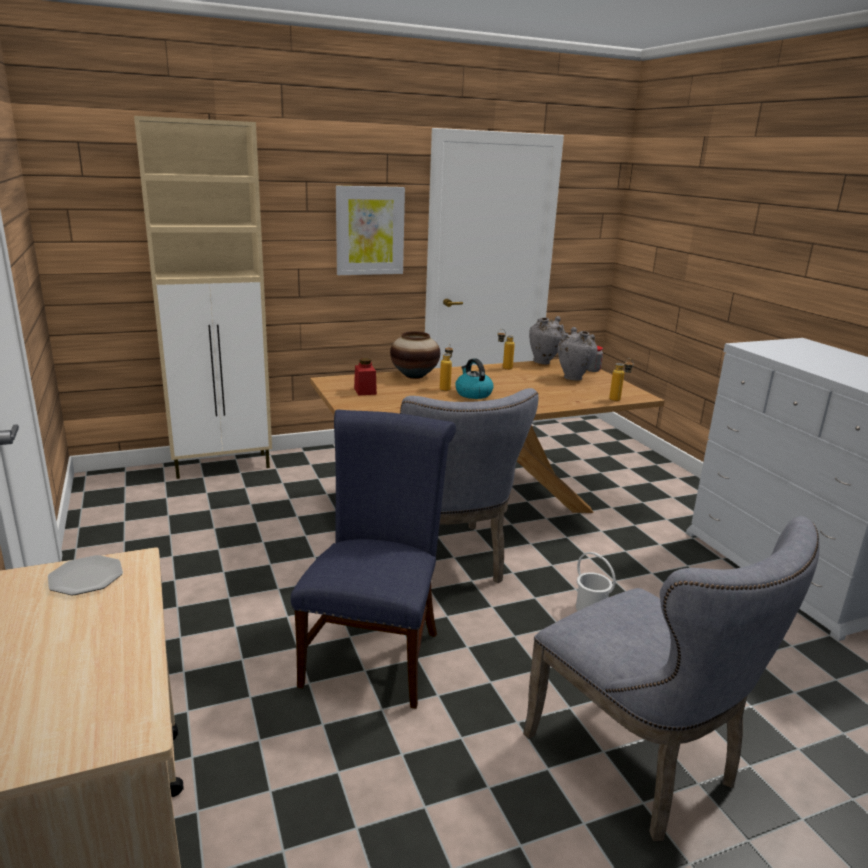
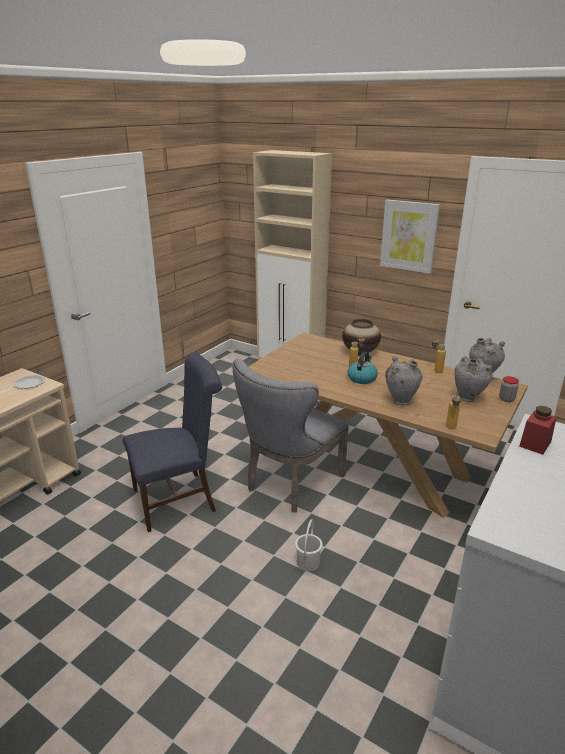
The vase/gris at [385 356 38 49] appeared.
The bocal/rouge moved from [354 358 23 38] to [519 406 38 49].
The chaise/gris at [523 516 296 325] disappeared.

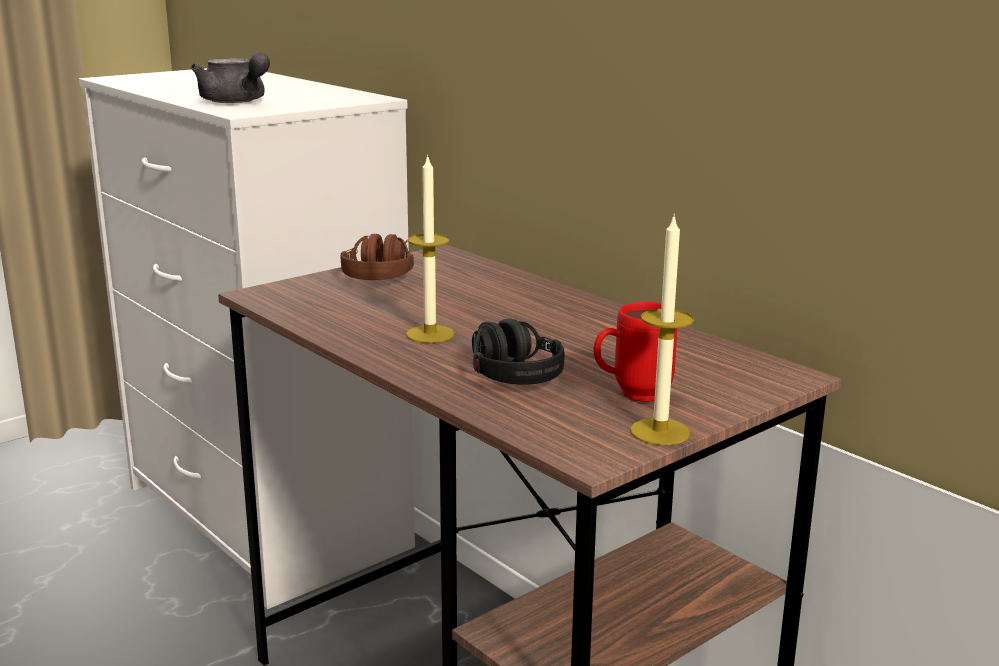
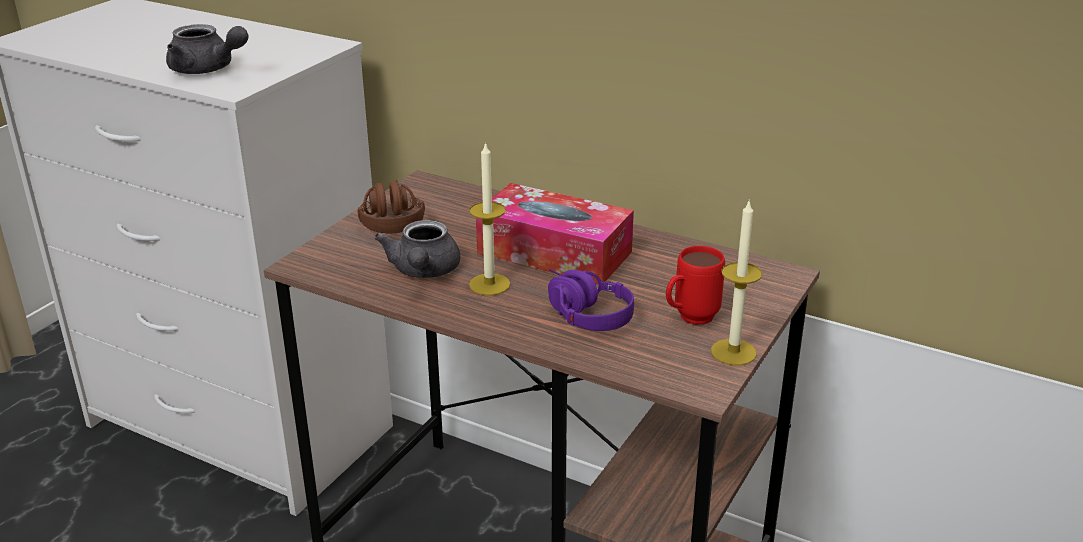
The théière/gris at [374 220 86 58] appeared.
The boîte à mouchoirs at [476 183 158 101] appeared.
The casque audio/noir at [472 319 93 66] became the casque audio/violet at [548 269 86 62].

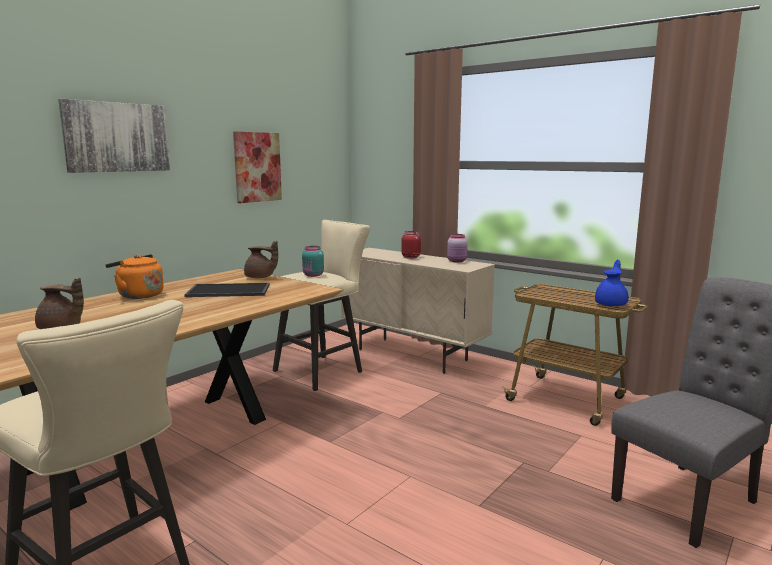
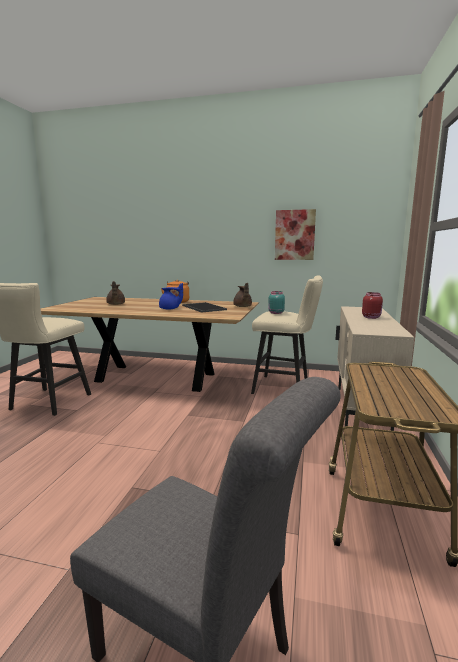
The théière/bleu moved from [595 260 34 46] to [159 283 24 26].
The tableau at [58 99 112 74] disappeared.
The bocal/rose at [447 234 21 29] disappeared.

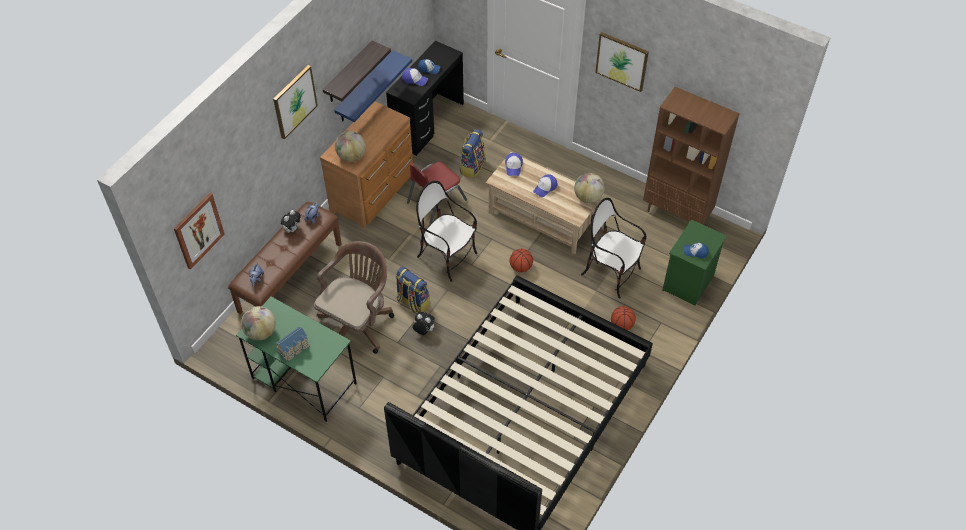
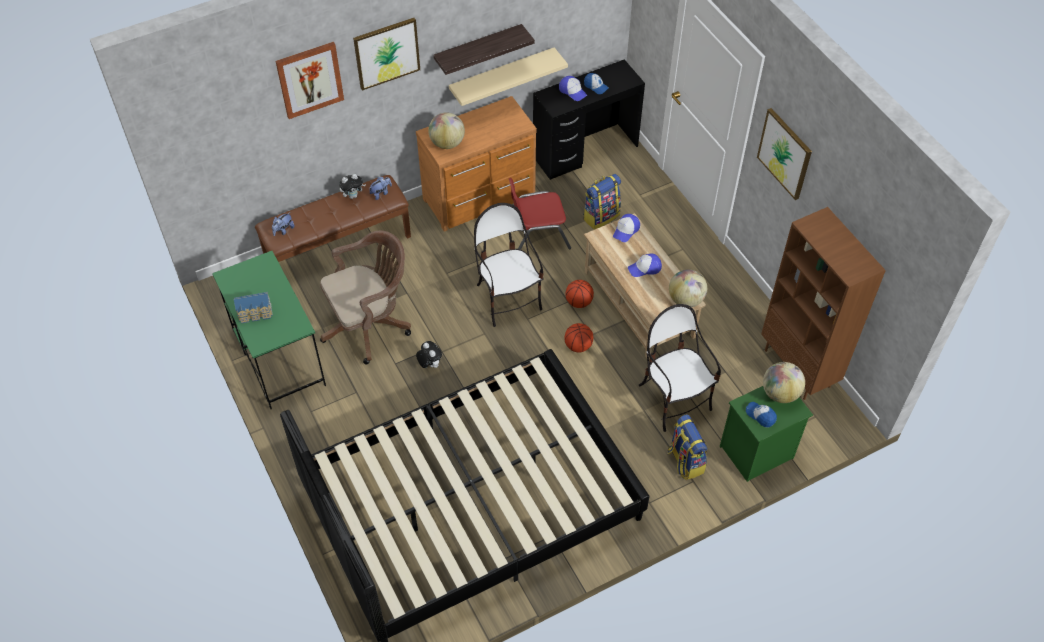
The tableau moved from [174 193 51 76] to [275 42 69 77].
The étagère/bleu at [334 50 78 72] became the étagère/beige at [449 47 119 59].
The ballon de basket moved from [611 306 25 24] to [566 280 28 28].
The sac à dos moved from [396 267 34 47] to [668 414 39 66].
The globe moved from [241 306 35 35] to [763 362 42 41].

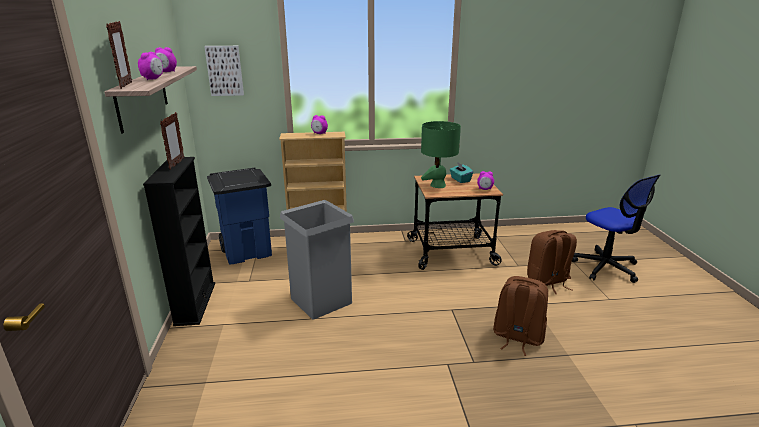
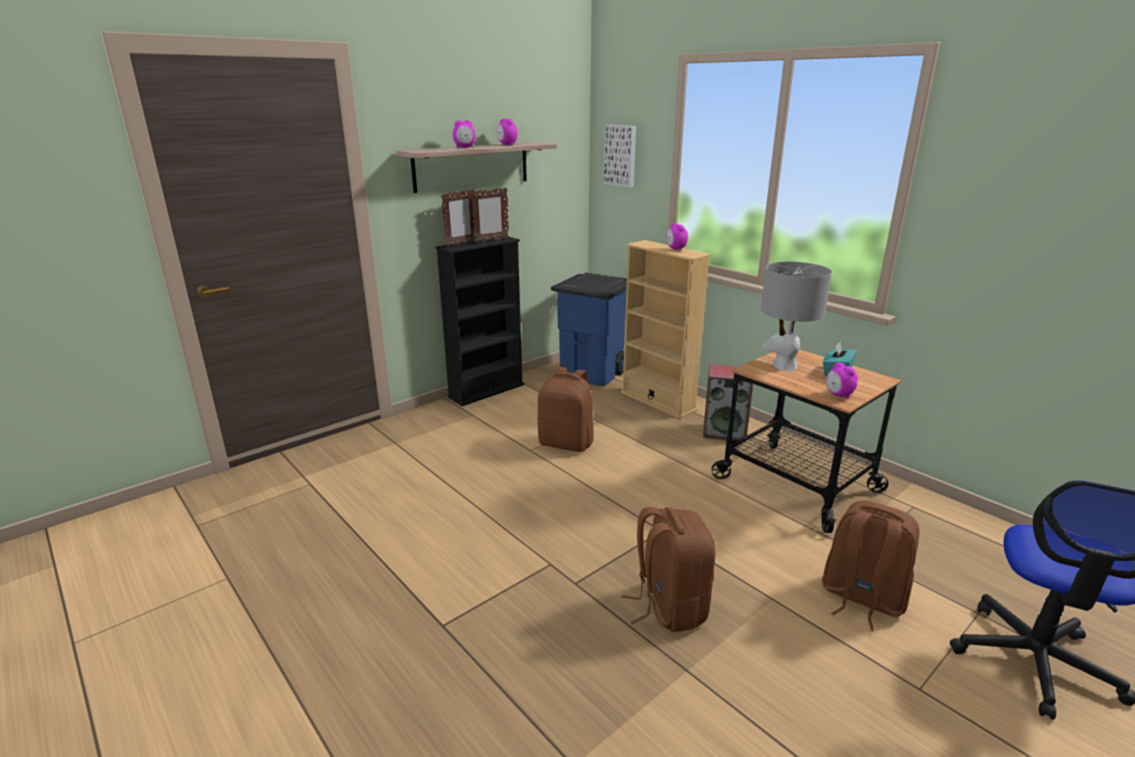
The cadre photo moved from [106 21 26 68] to [441 189 36 58].
The poubelle/gris at [280 200 74 120] was replaced by the sac à dos/marron at [537 367 57 85].
The enceinte at [703 364 50 78] appeared.
The lampe de table/vert at [421 121 40 67] became the lampe de table/gris at [761 261 71 110].

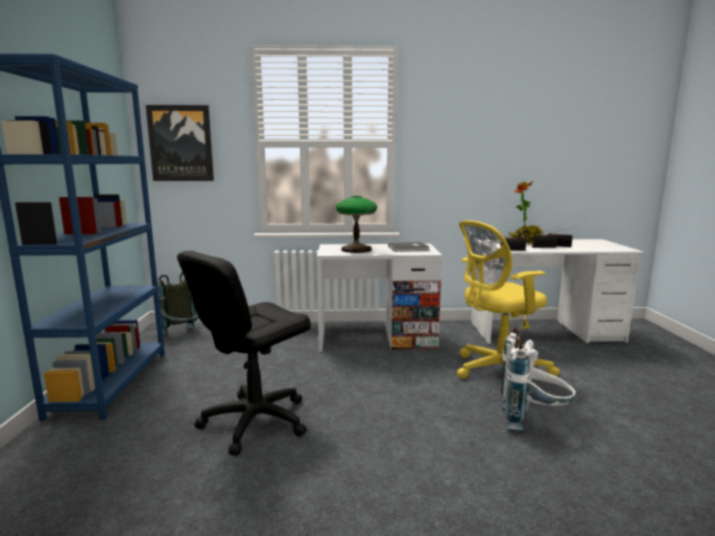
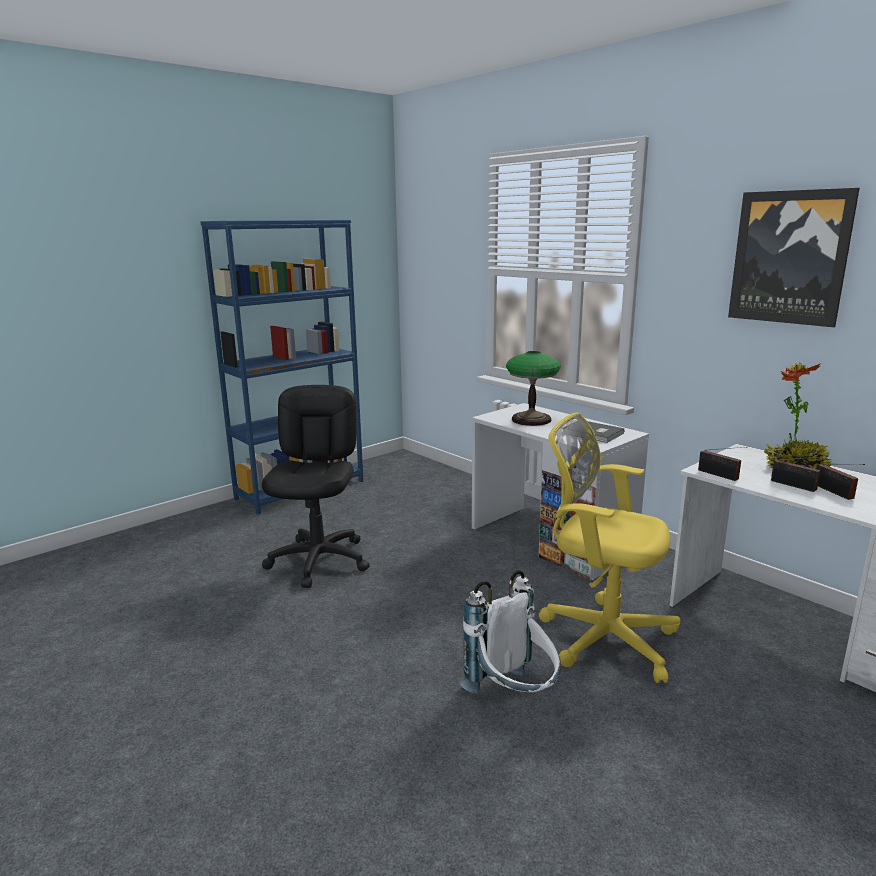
The chaise de bureau/noir at [177 251 134 204] turned 90 degrees clockwise.
The tableau moved from [146 105 68 76] to [728 188 132 139].
The sac à dos/gris at [156 272 43 63] disappeared.

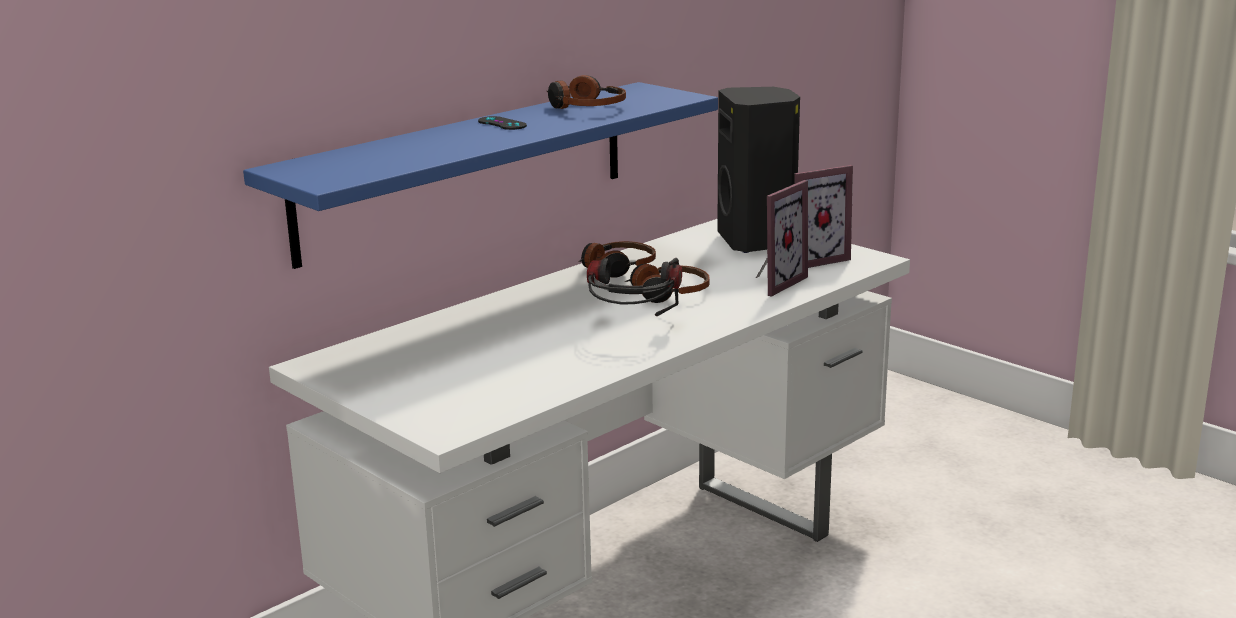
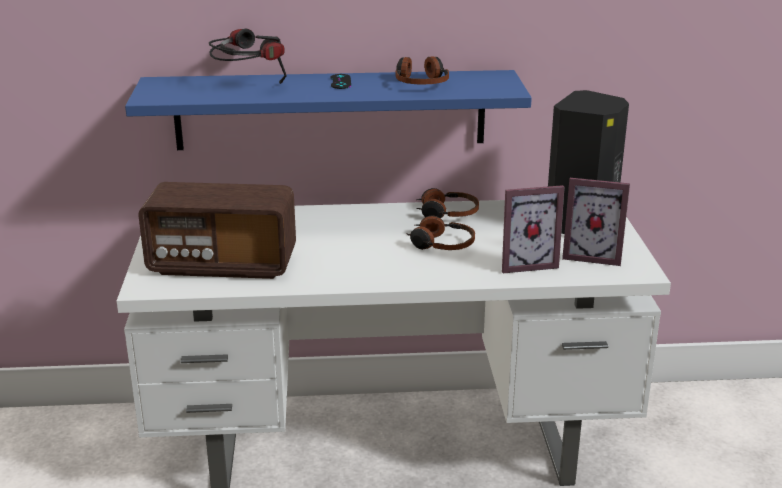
The radio at [138 182 158 97] appeared.
The casque audio moved from [587 258 95 58] to [209 29 78 55].

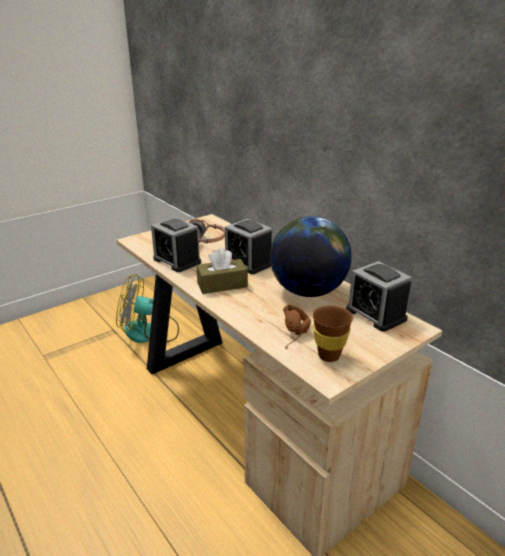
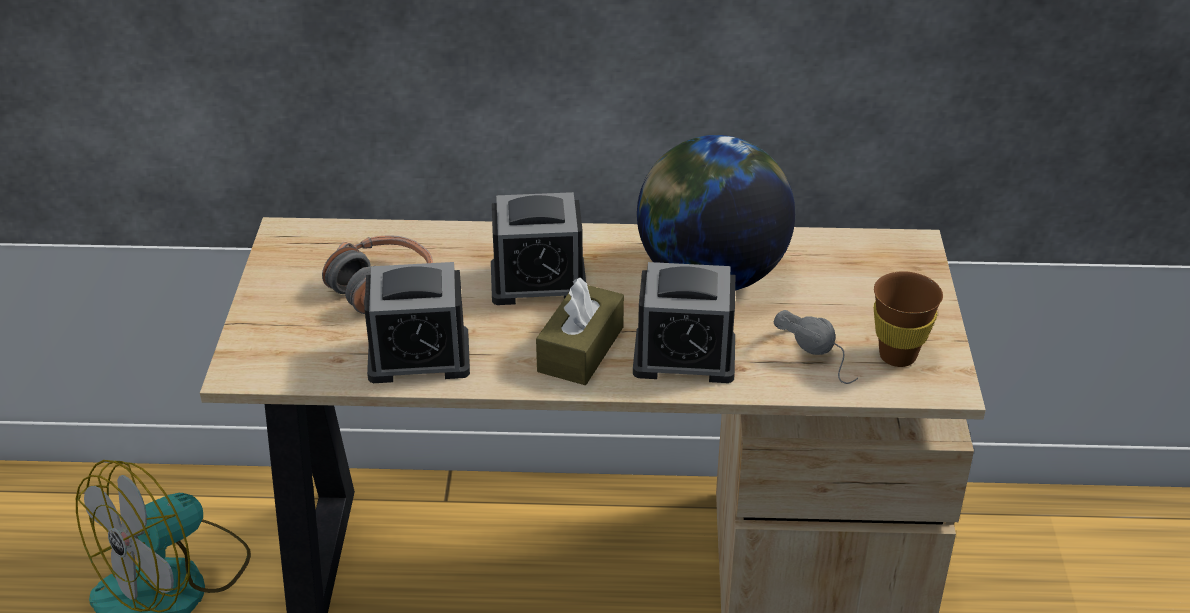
The réveil moved from [346 261 66 71] to [633 262 102 121].
The casque audio/marron at [283 305 28 44] became the casque audio/gris at [774 310 84 74].

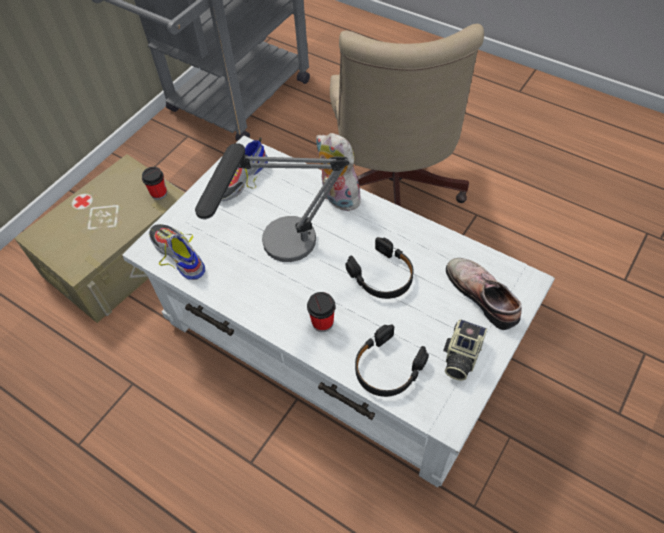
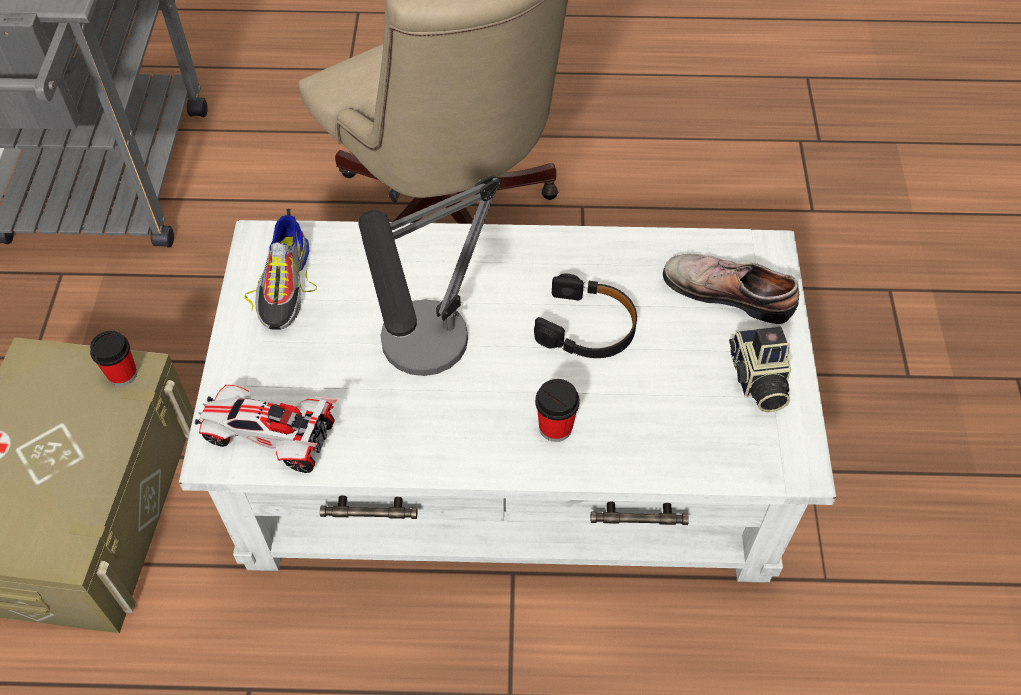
The chaussure at [149 224 56 56] was replaced by the petite voiture at [195 385 143 88].
The peluche at [316 133 45 78] disappeared.
The casque audio/noir at [355 324 74 73] disappeared.

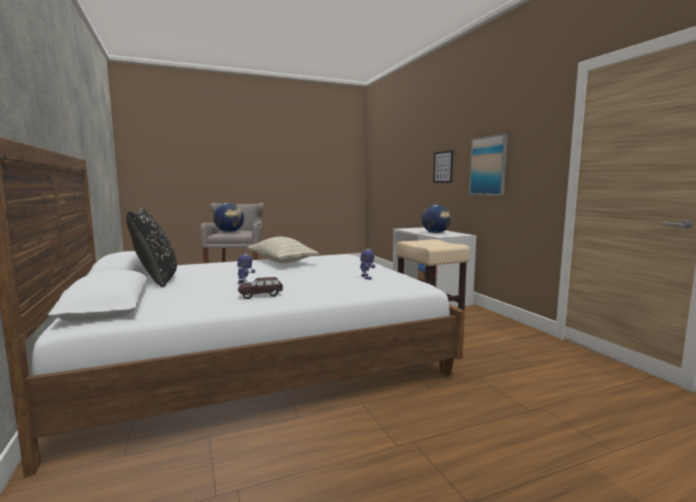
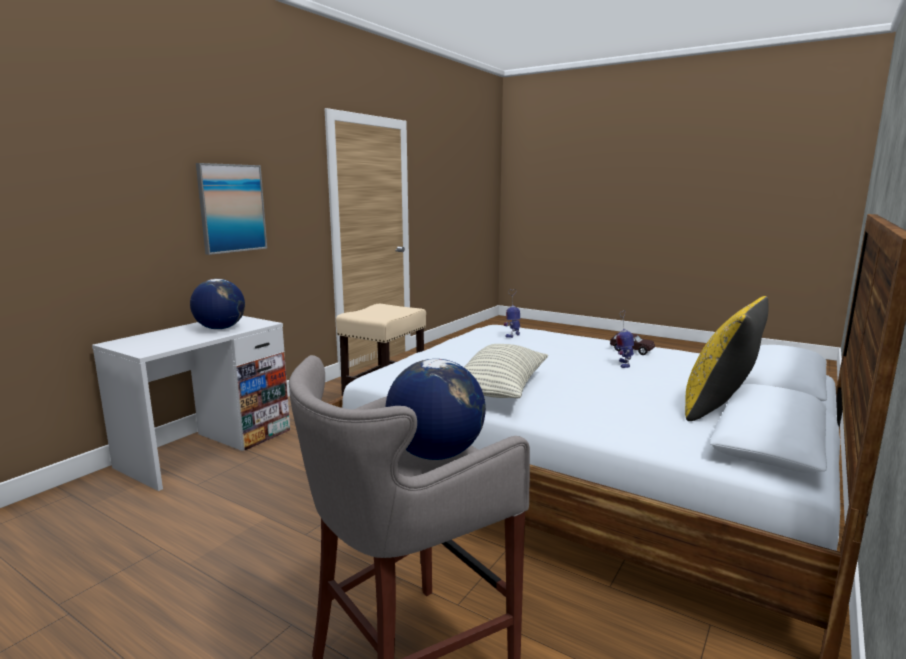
The coussin/noir at [126 208 51 79] became the coussin/jaune at [685 296 83 125].
The tableau at [433 150 20 33] disappeared.

